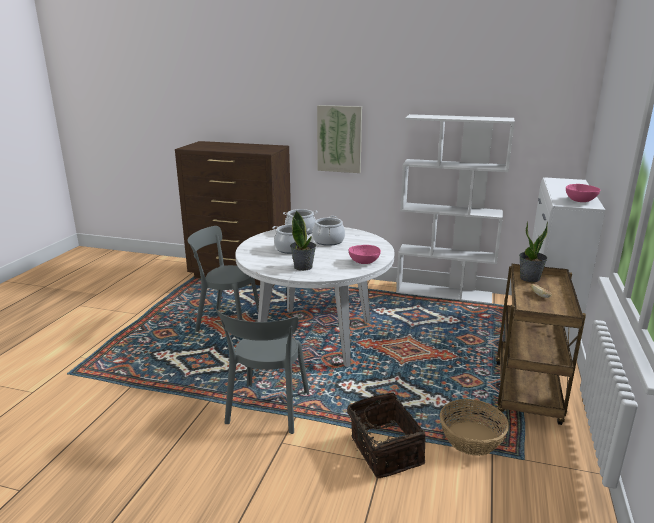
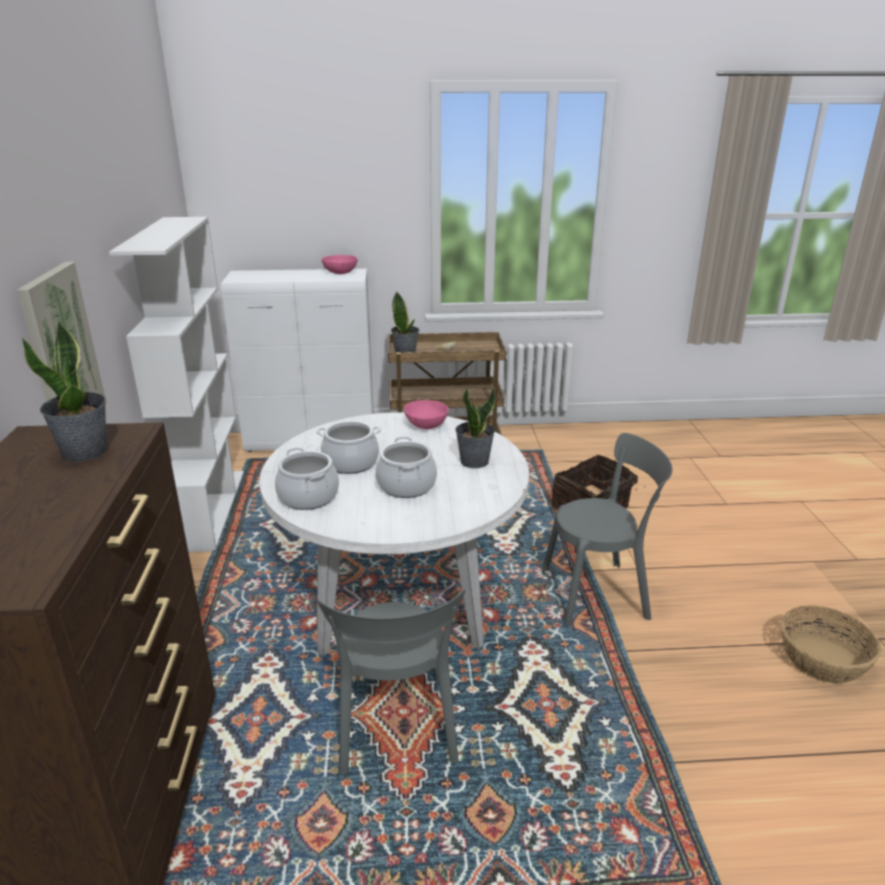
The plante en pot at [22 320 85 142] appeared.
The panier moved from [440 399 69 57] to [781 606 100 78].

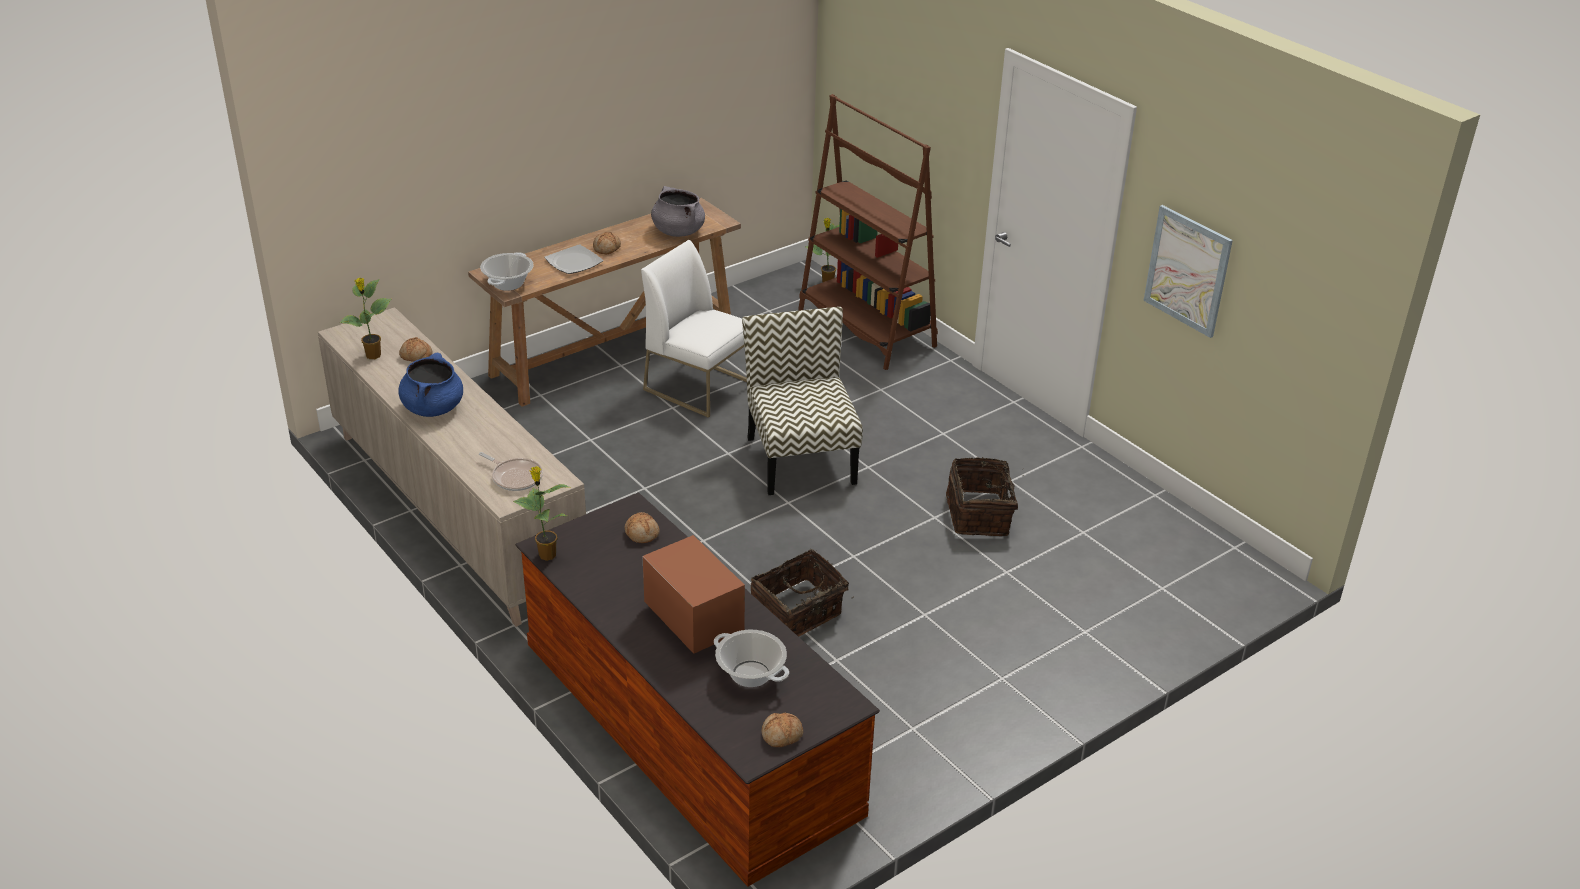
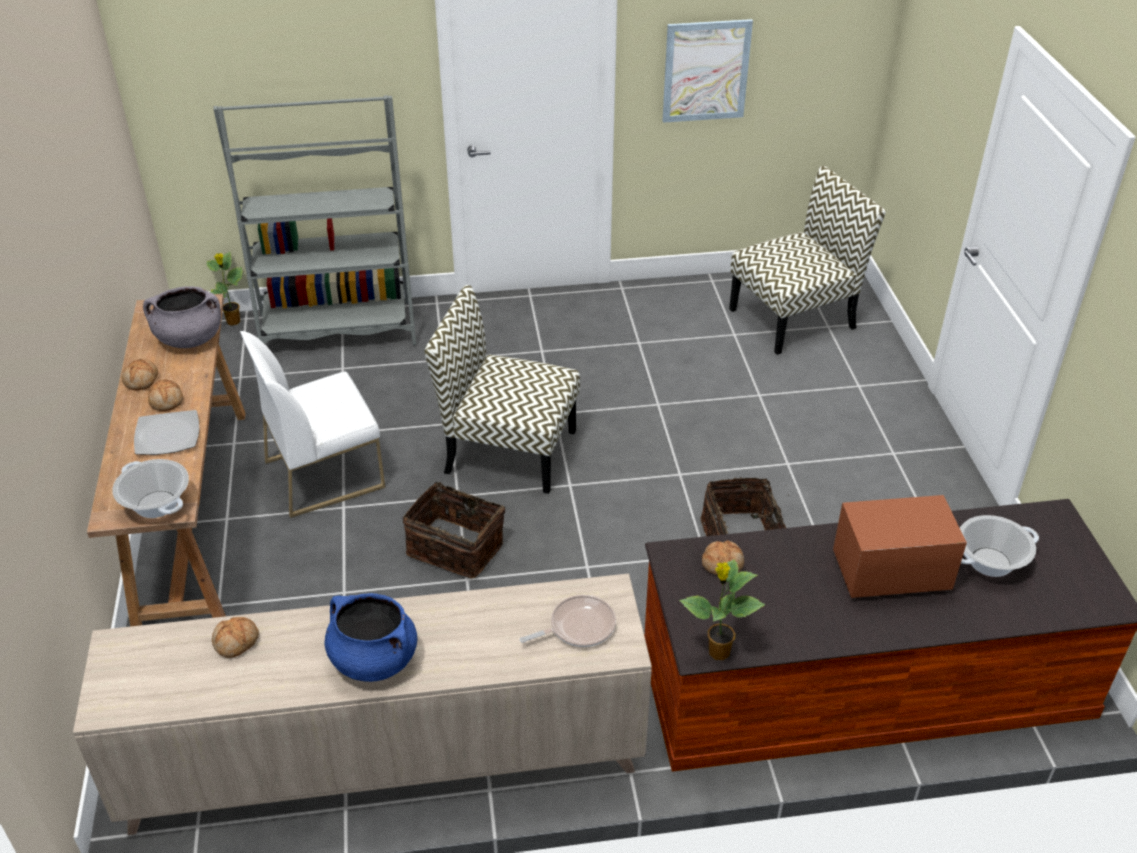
The pain moved from [762 713 41 34] to [122 359 36 32].
The bibliothèque/marron at [798 94 140 276] became the bibliothèque/gris at [213 95 203 250].
The panier moved from [946 457 78 79] to [403 476 102 102].
The chaise at [729 166 157 189] appeared.
The plante en pot at [339 278 52 81] disappeared.

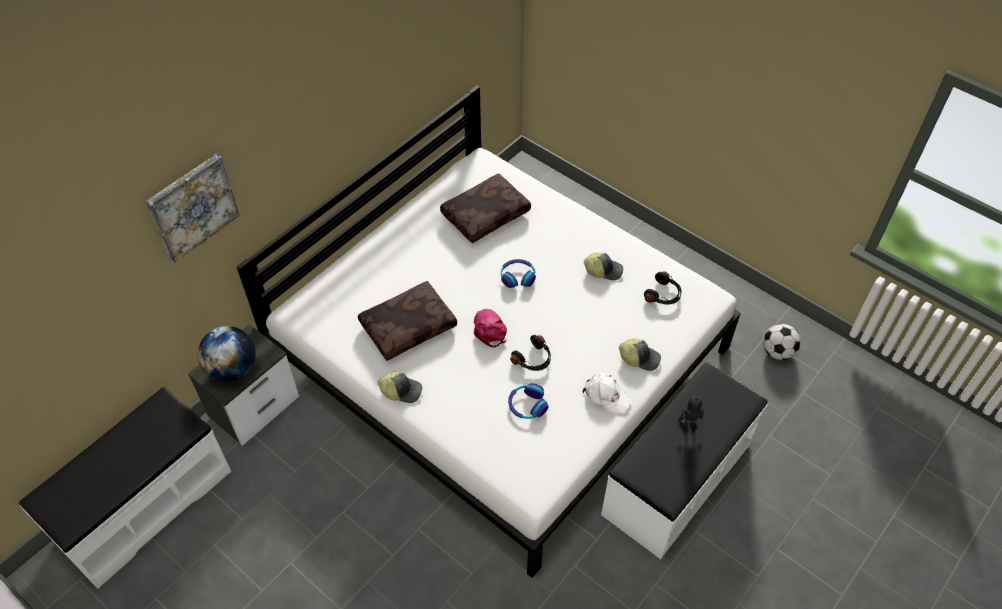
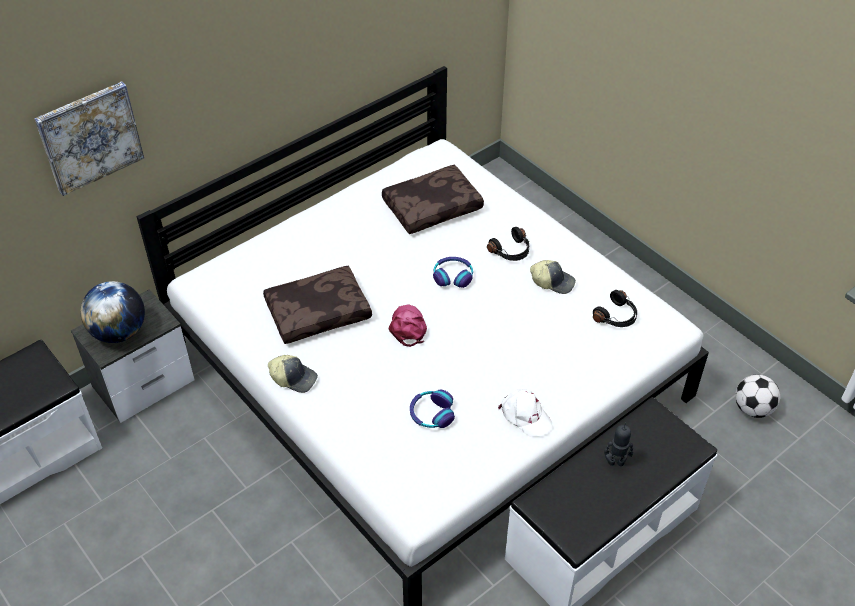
The casque audio/noir moved from [510 335 41 36] to [487 227 42 34].
The casquette at [619 339 42 32] disappeared.

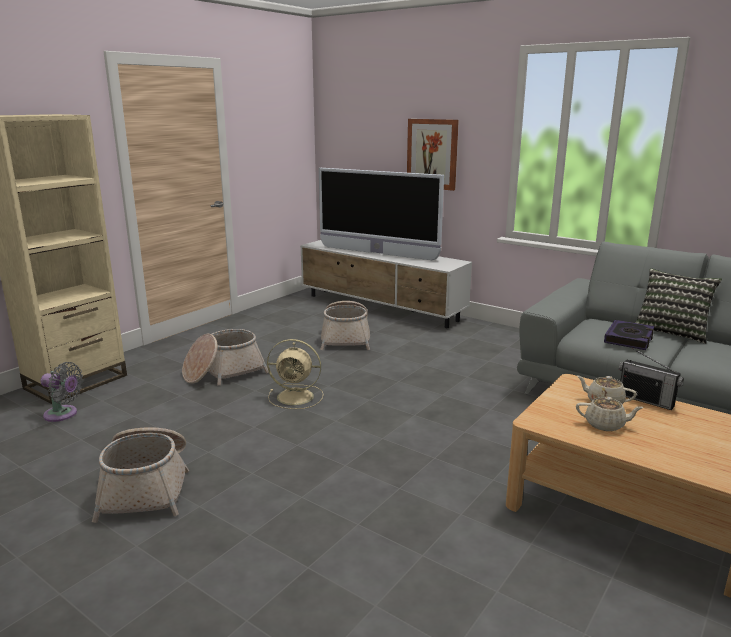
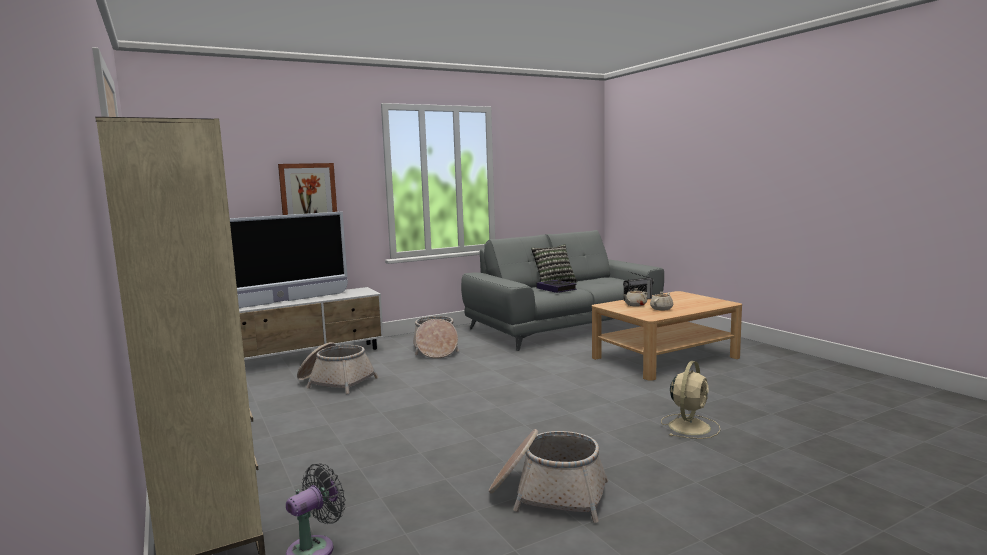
The panier moved from [182 329 87 56] to [413 316 46 42].
The ventilateur/beige moved from [267 339 56 70] to [661 361 59 78].

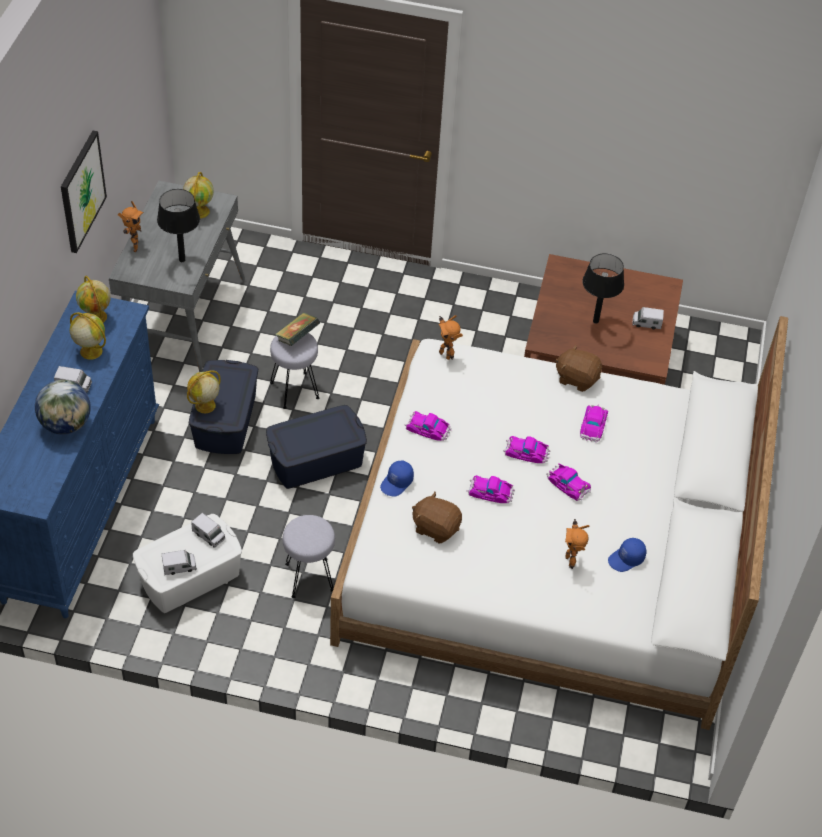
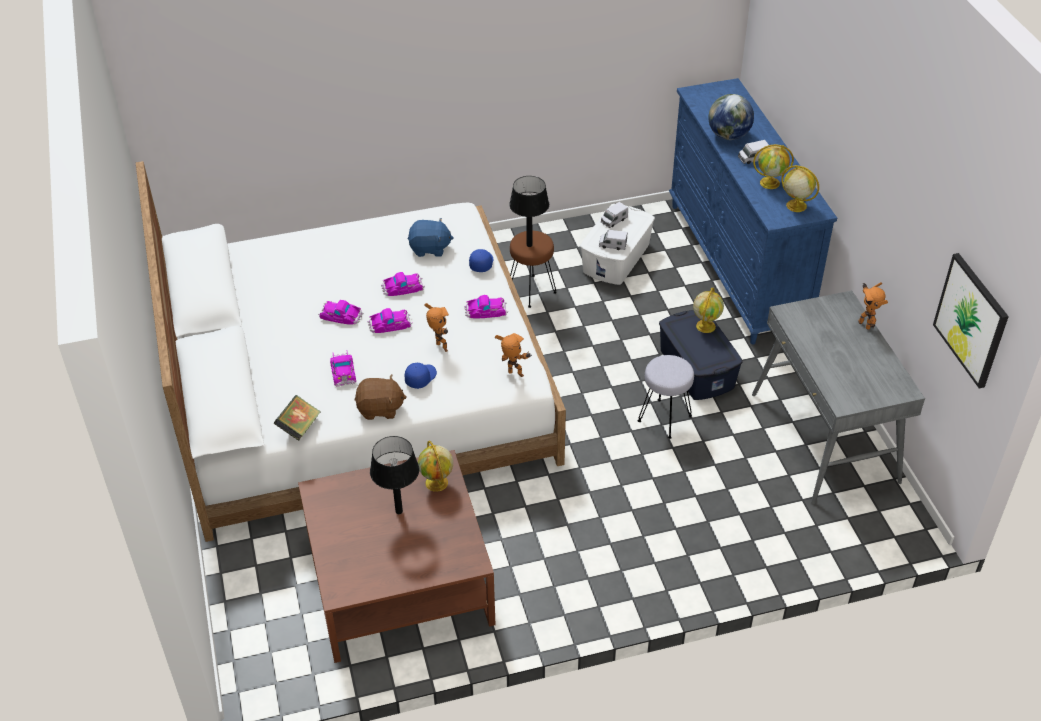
The livre moved from [275 312 45 34] to [274 395 47 46].
The casquette/bleu moved from [608 538 39 34] to [404 362 33 27].
The peluche/marron at [412 492 50 51] became the peluche/bleu at [408 218 45 39].
The globe moved from [183 172 31 46] to [418 441 35 51].
The robot jouet moved from [565 519 25 50] to [424 303 25 49].
The lampe de table/noir moved from [157 189 43 73] to [509 176 40 71].
The tabouret/gris at [283 515 52 83] became the tabouret/marron at [510 231 47 77].
The tableau moved from [61 131 46 122] to [933 253 76 136].
The boîte de rangement/bleu at [266 405 101 84] disappeared.
The camion jouet at [632 307 32 23] disappeared.

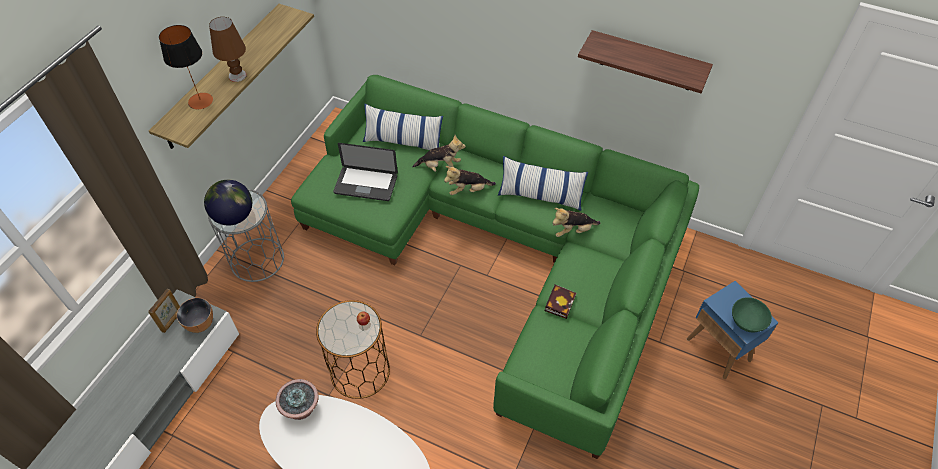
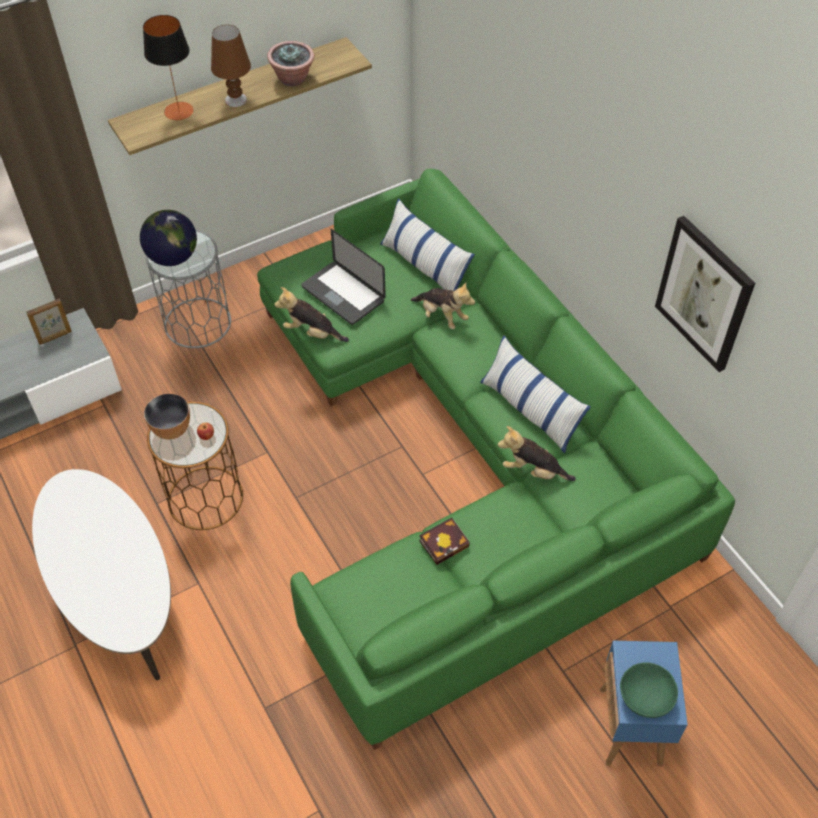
The bol moved from [177 298 36 35] to [144 393 46 47].
The plante en pot moved from [276 379 43 41] to [267 41 47 46].
The peluche moved from [444 166 52 29] to [274 287 75 55].
The étagère at [578 30 135 63] was replaced by the tableau at [655 216 100 156].

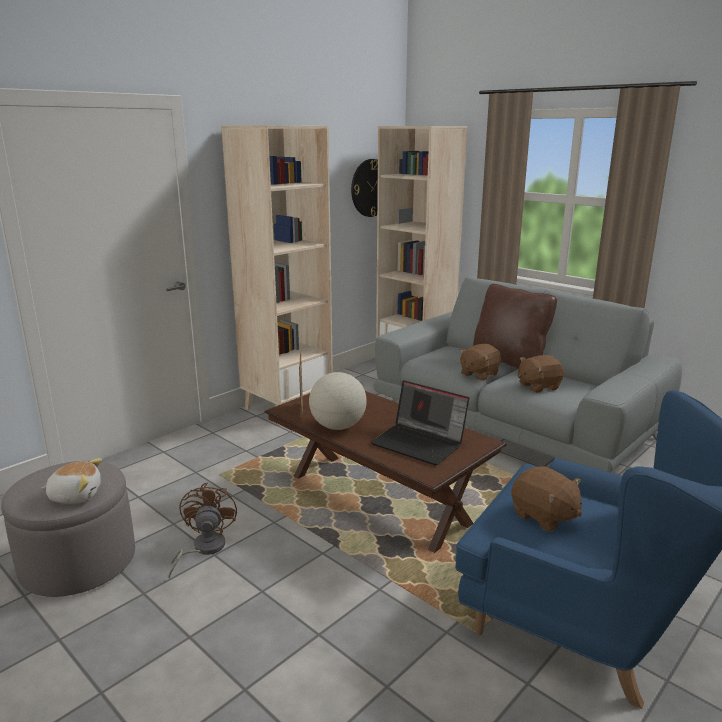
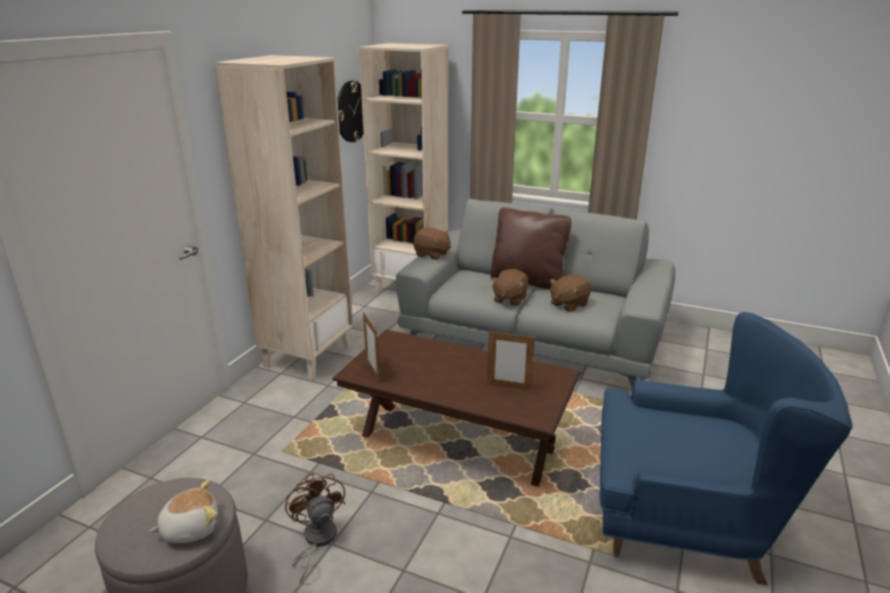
The peluche/marron moved from [511 467 71 65] to [413 227 38 33].
The ordinateur portable at [370 380 99 86] was replaced by the cadre photo at [487 330 48 61].
The globe at [309 372 58 58] disappeared.

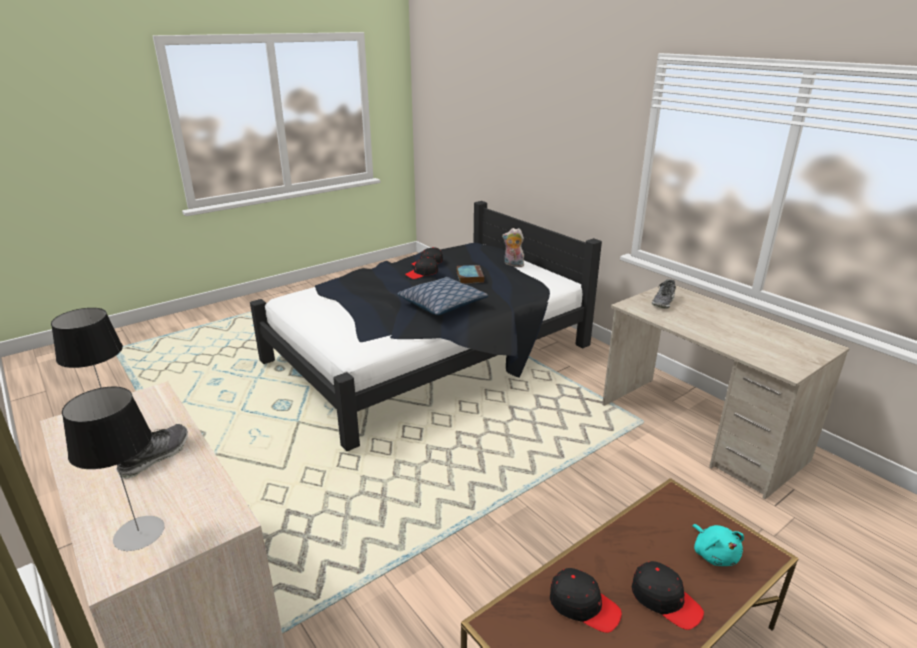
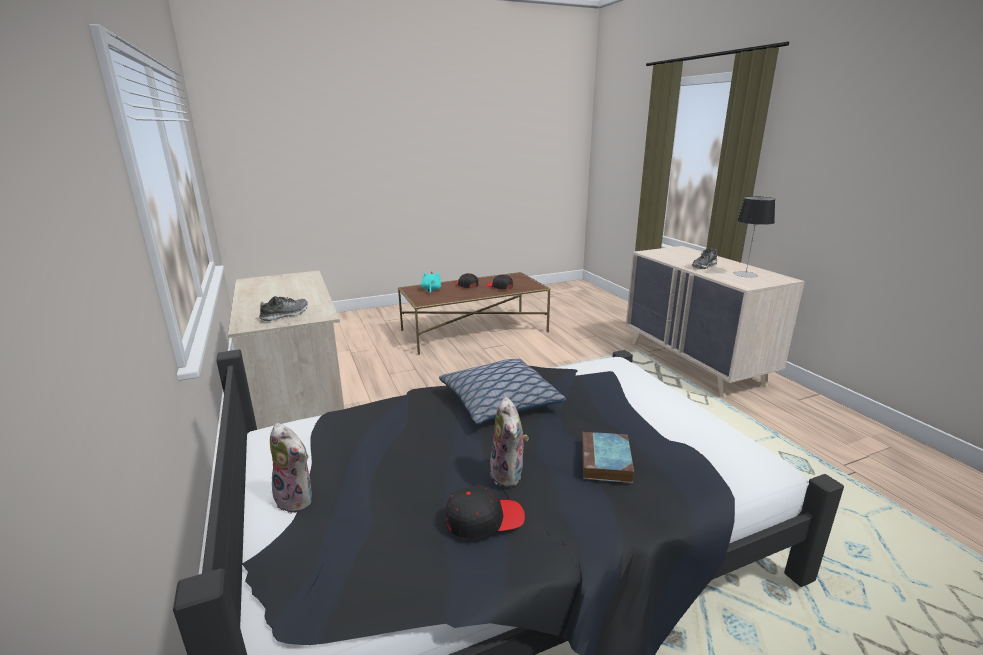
The casquette/noir at [405 257 33 22] was replaced by the peluche at [490 397 39 90].
The livre moved from [456 265 28 19] to [582 432 52 51].
The lampe de table at [62 387 103 164] disappeared.

